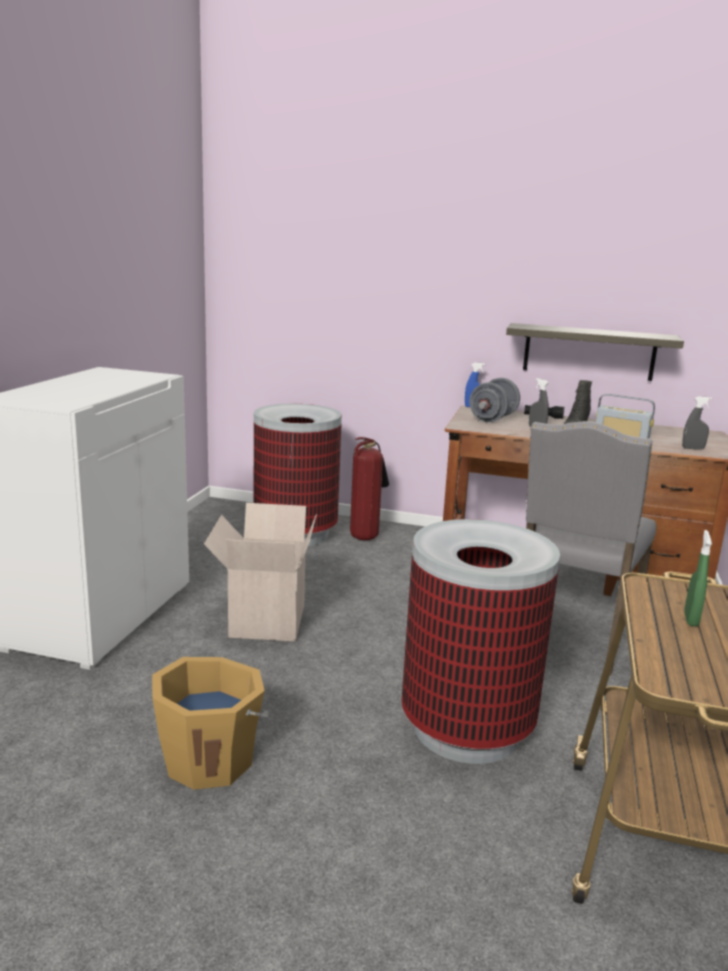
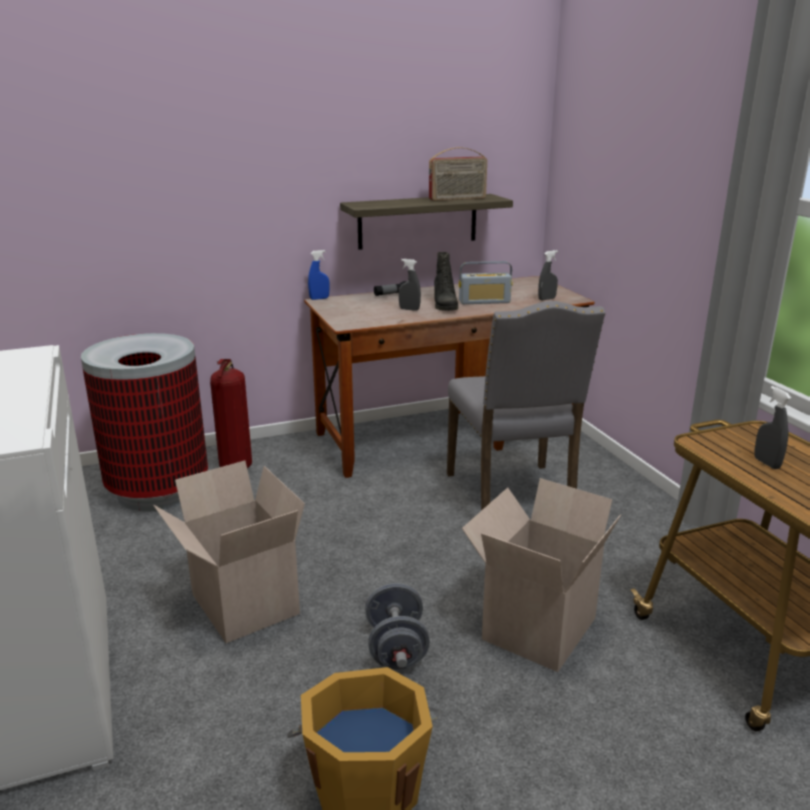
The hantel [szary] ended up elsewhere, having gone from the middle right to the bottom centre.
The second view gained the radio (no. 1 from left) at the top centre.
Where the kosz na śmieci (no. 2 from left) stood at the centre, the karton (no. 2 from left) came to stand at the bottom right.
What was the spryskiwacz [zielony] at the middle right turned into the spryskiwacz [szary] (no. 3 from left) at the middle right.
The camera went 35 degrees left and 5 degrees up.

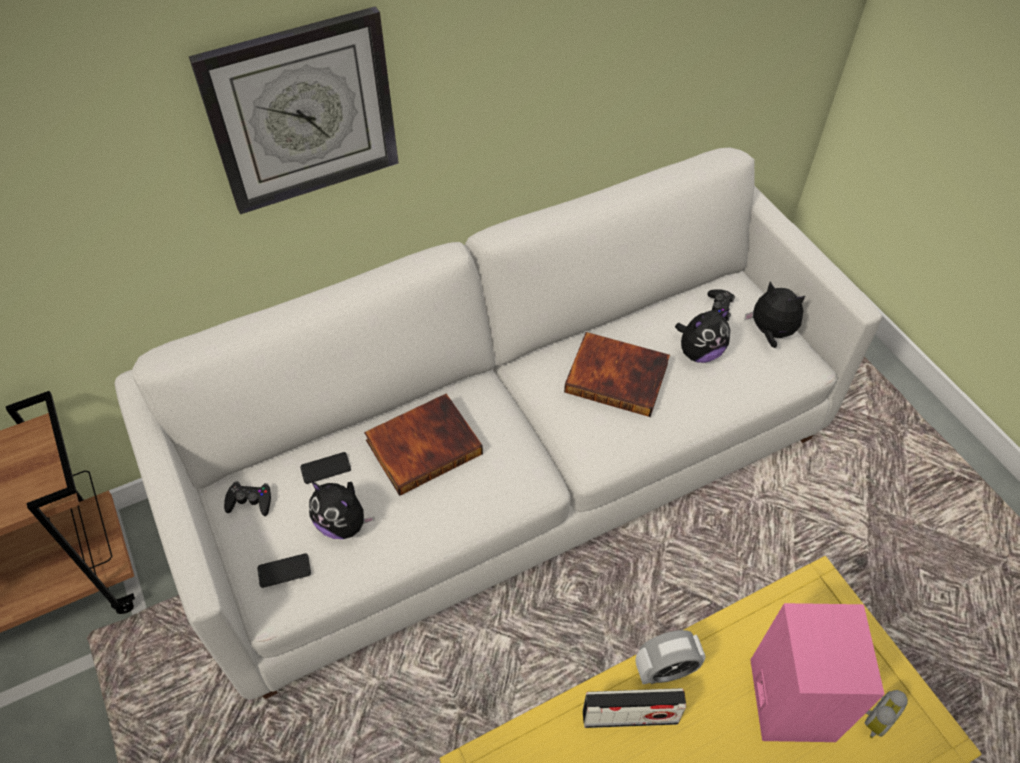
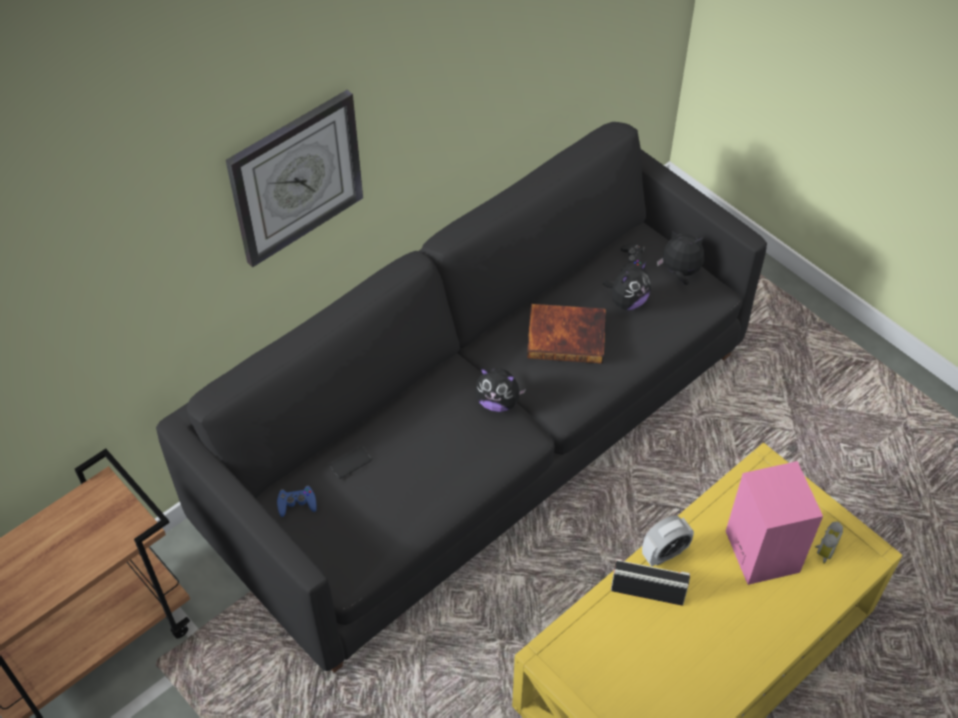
What was the kanapa [biały] at the centre turned into the kanapa [czarny] at the centre.
What was the pad do gier [czarny] (no. 1 from left) at the middle left turned into the pad do gier [niebieski] at the bottom left.
The pluszak (no. 1 from left) ended up elsewhere, having gone from the bottom centre to the centre.
The radio at the bottom centre ended up facing another way, 150 degrees counterclockwise from before.
The second view lost the telefon (no. 1 from left) at the bottom left.
The second view lost the książka (no. 1 from left) at the centre.
The camera went 15 degrees left and 0 degrees up.

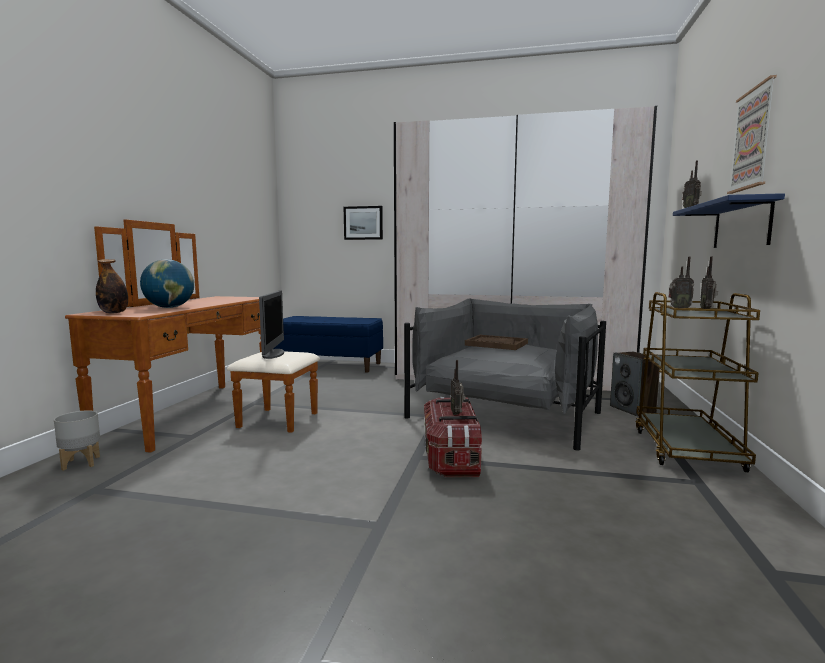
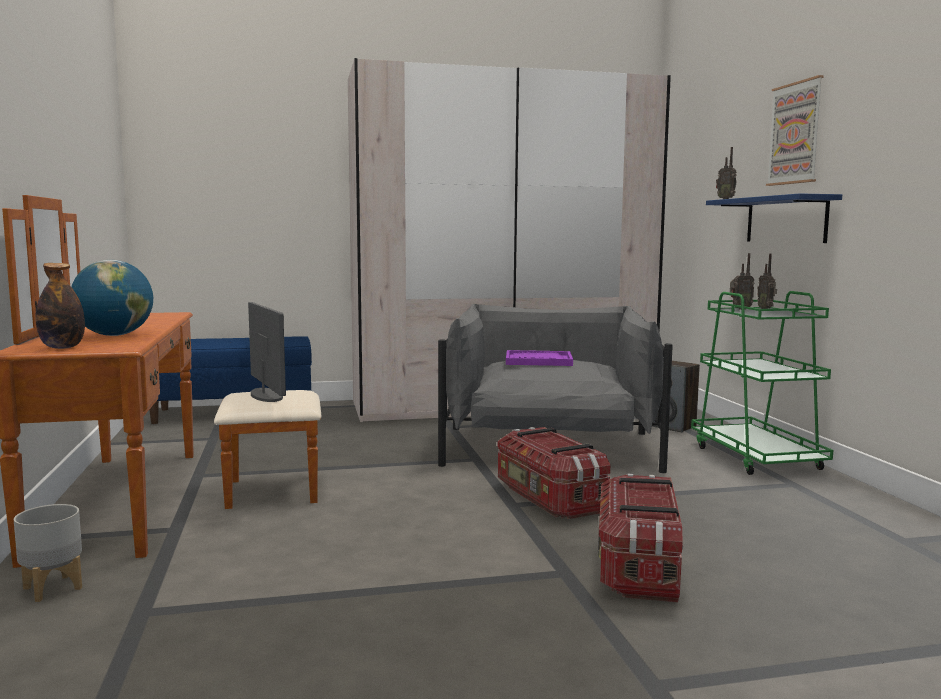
What was the taca [brązowy] at the centre turned into the taca [fioletowy] at the centre.
The second view gained the pojemnik do przechowywania (no. 2 from left) at the bottom right.
What was the wózek [brązowy] at the middle right turned into the wózek [zielony] at the middle right.
The second view lost the obraz (no. 1 from left) at the centre.
The second view lost the radio (no. 1 from left) at the centre.
The camera went 25 degrees left and 0 degrees up.

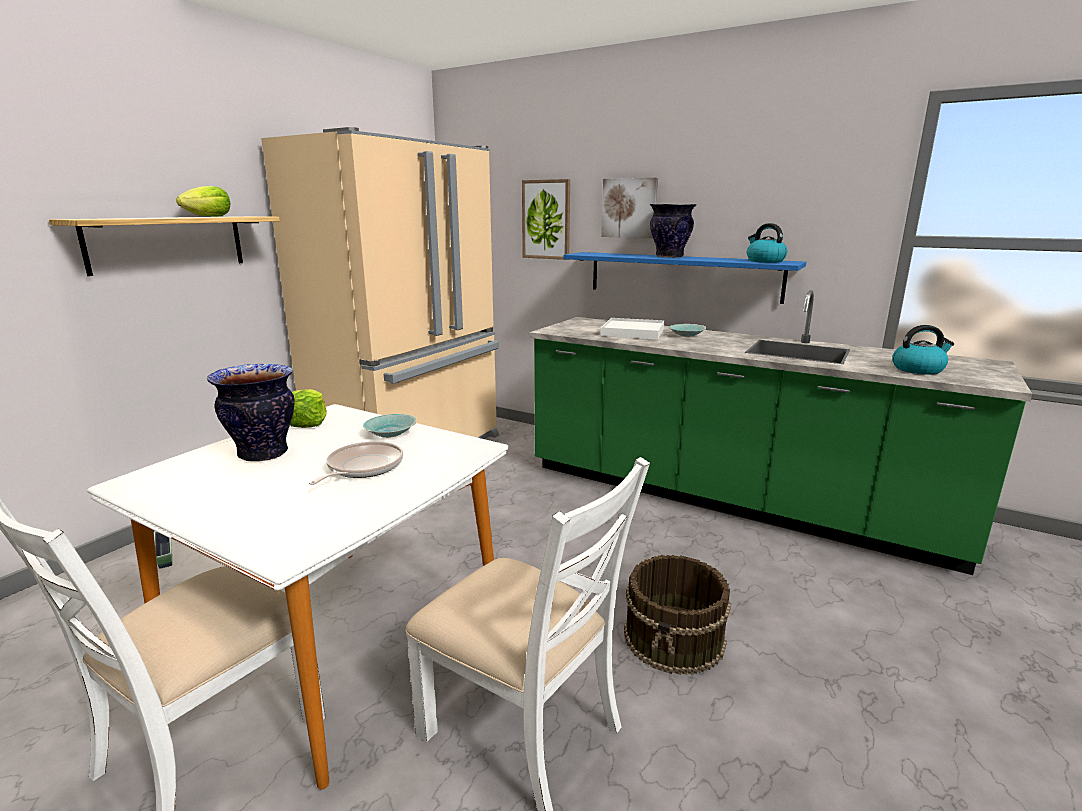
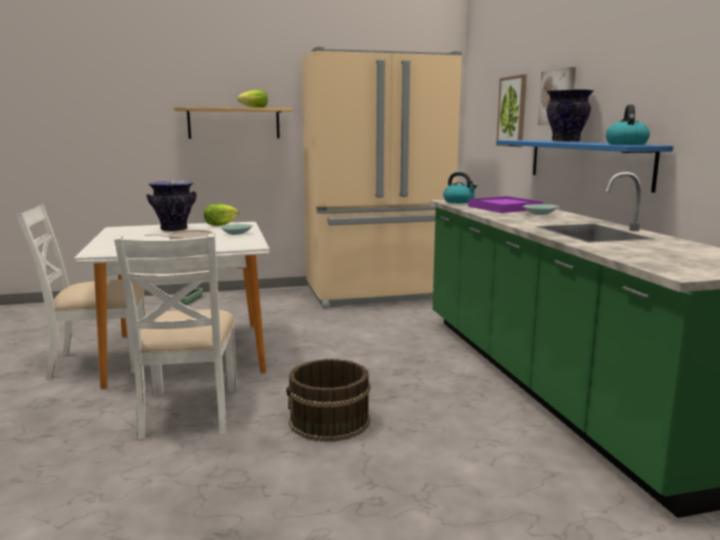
The czajnik (no. 2 from left in the first image) ended up elsewhere, having gone from the middle right to the centre.
What was the taca [biały] at the centre turned into the taca [fioletowy] at the middle right.
The camera went 45 degrees right and 5 degrees down.

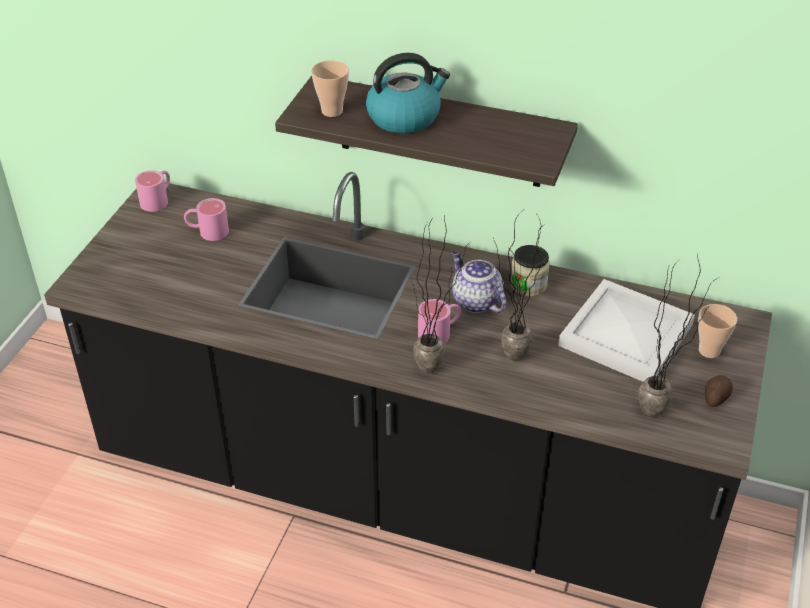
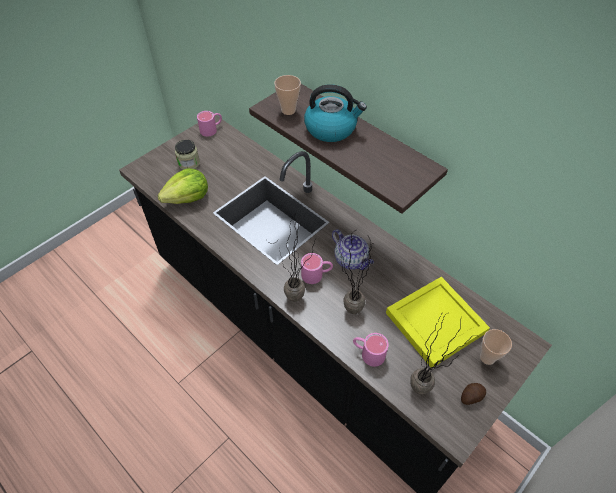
The second view gained the sałata at the middle left.
The słoik ended up elsewhere, having gone from the centre to the top left.
The imbryk at the centre ended up facing another way, 150 degrees clockwise from before.
The kubek [różowy] (no. 2 from left in the first image) ended up elsewhere, having gone from the middle left to the bottom centre.
What was the taca [biały] at the middle right turned into the taca [żółty] at the middle right.
The camera went 25 degrees right and 10 degrees up.

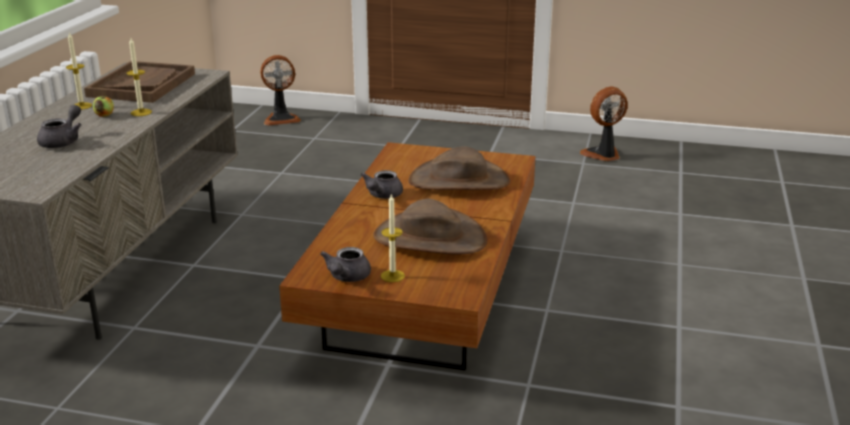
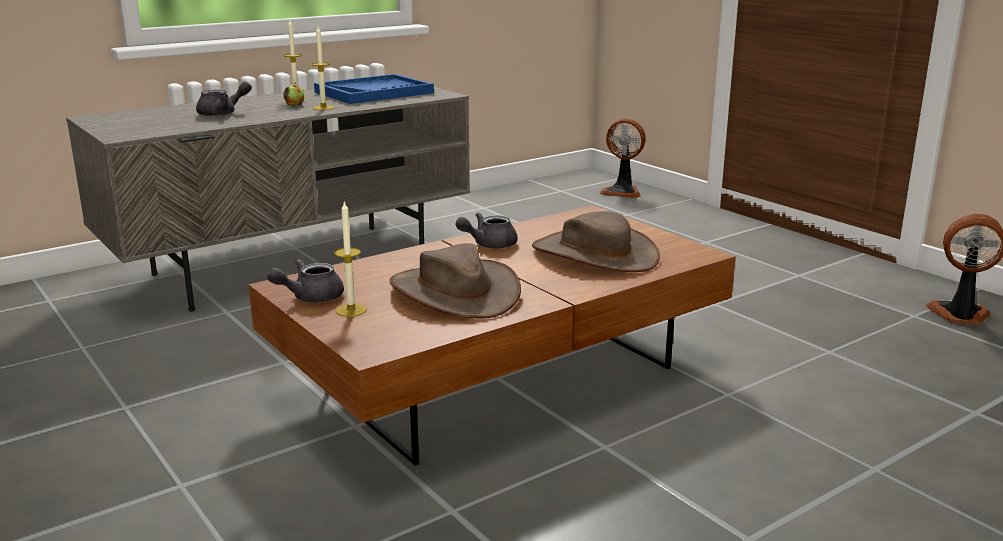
What was the taca [brązowy] at the top left turned into the taca [niebieski] at the top centre.
The camera went 40 degrees right and 5 degrees down.

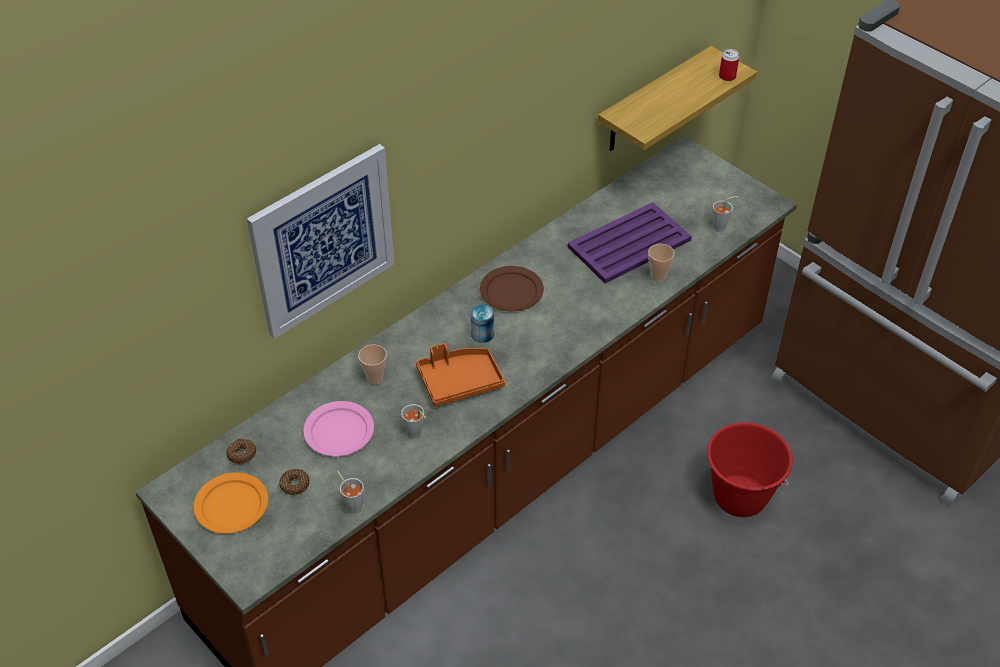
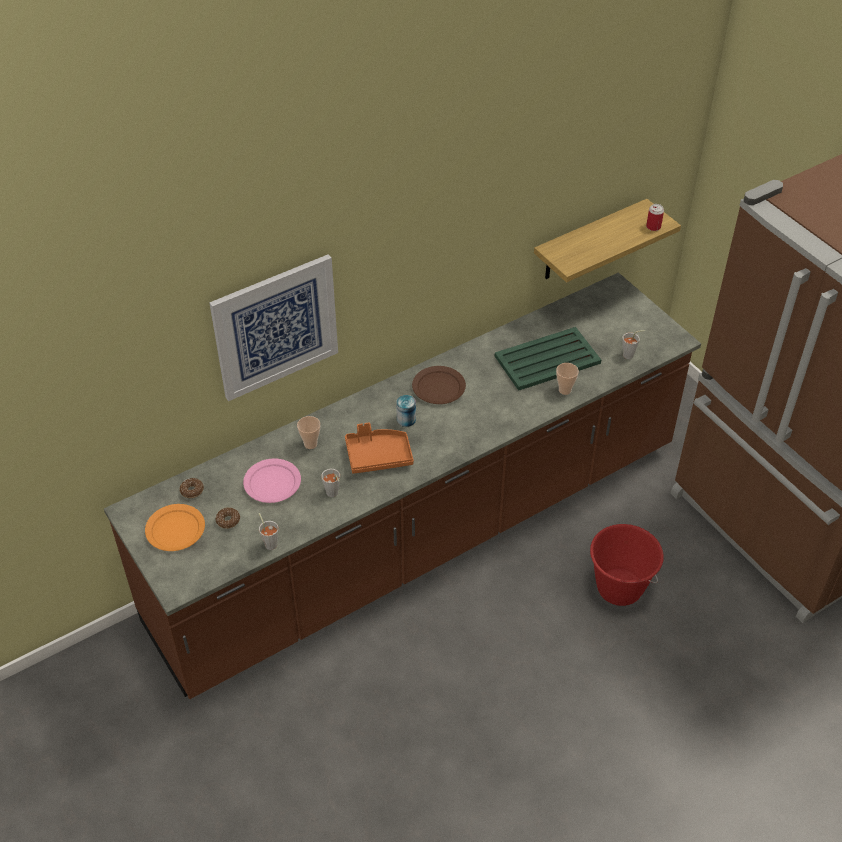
What was the taca [fioletowy] at the centre turned into the taca [zielony] at the centre.
The camera went 10 degrees right and 0 degrees up.

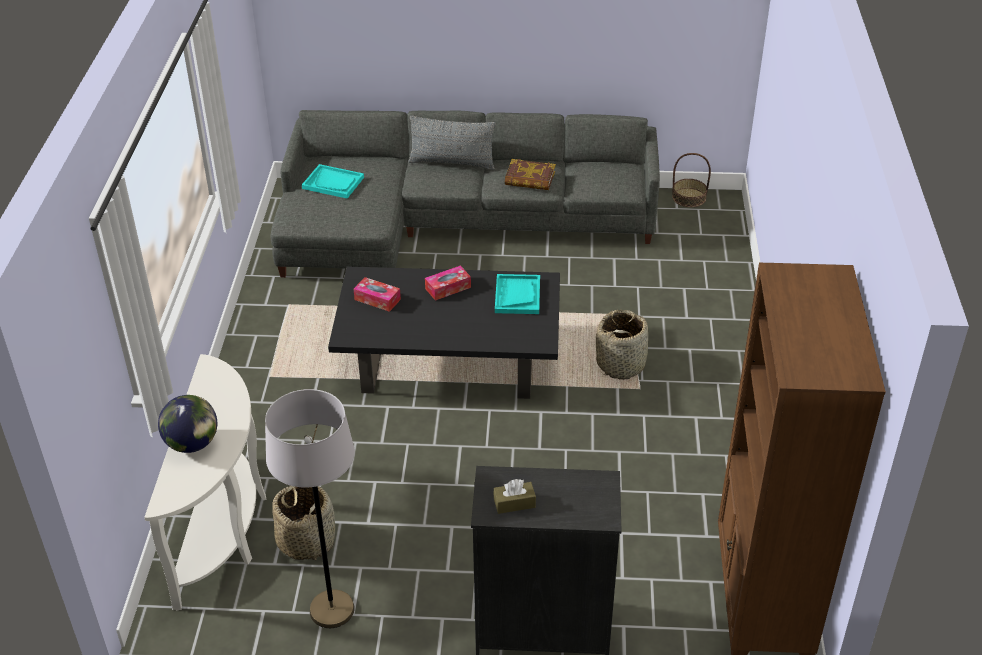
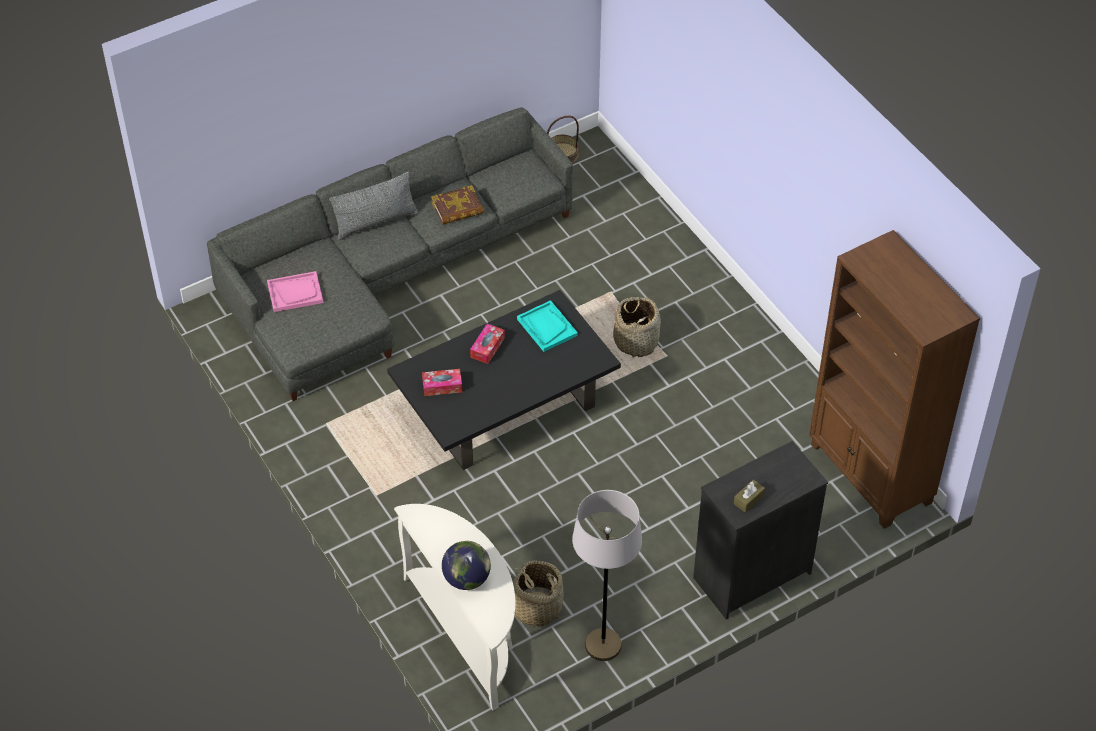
What was the taca [turkusowy] (no. 1 from left) at the top centre turned into the taca [różowy] at the middle left.
The camera went 35 degrees left and 10 degrees up.

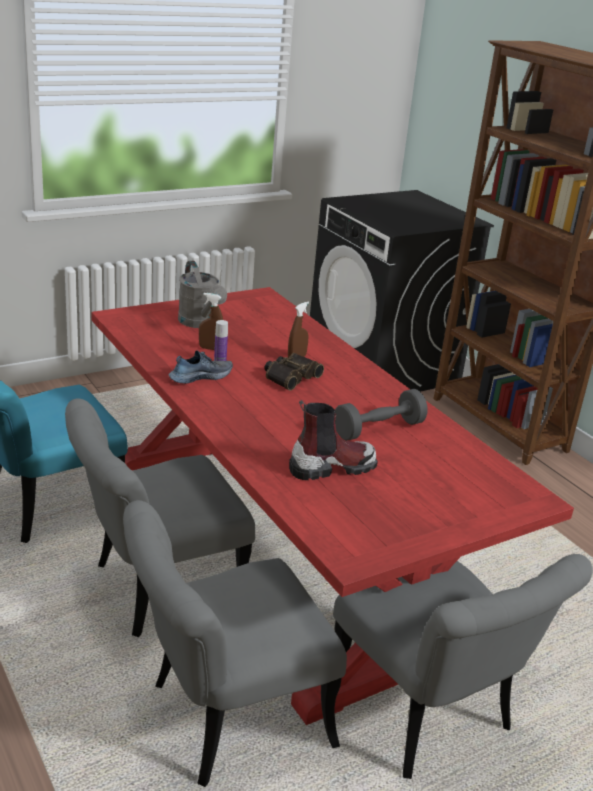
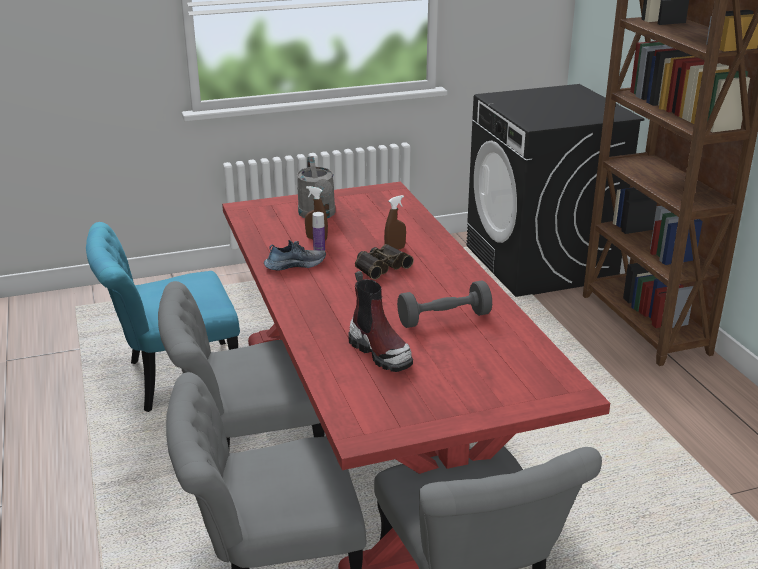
The but z cholewką at the centre ended up facing another way, 60 degrees clockwise from before.
The camera went 15 degrees right and 0 degrees up.

